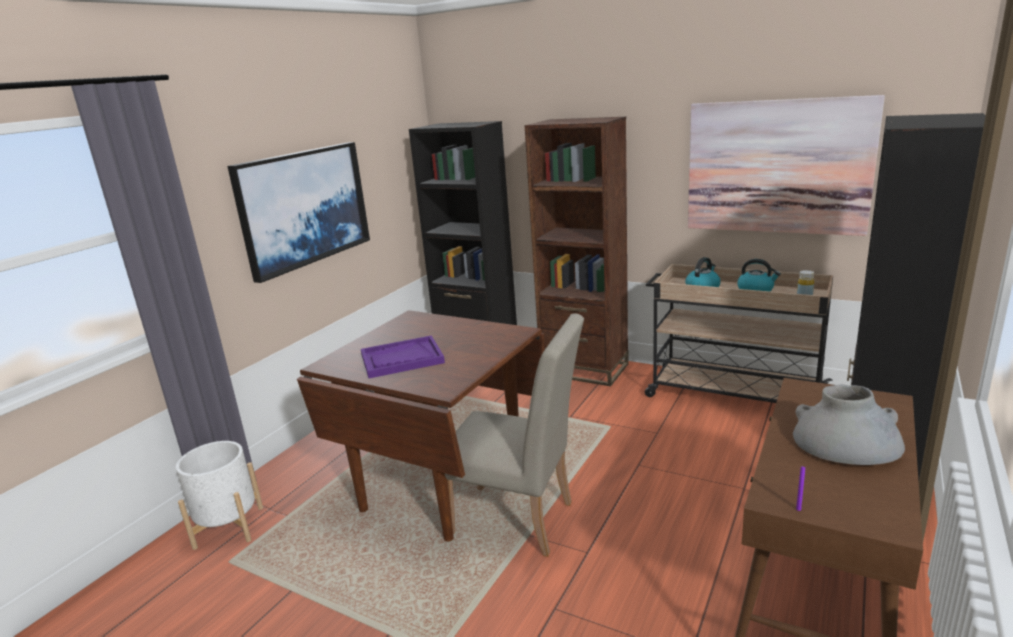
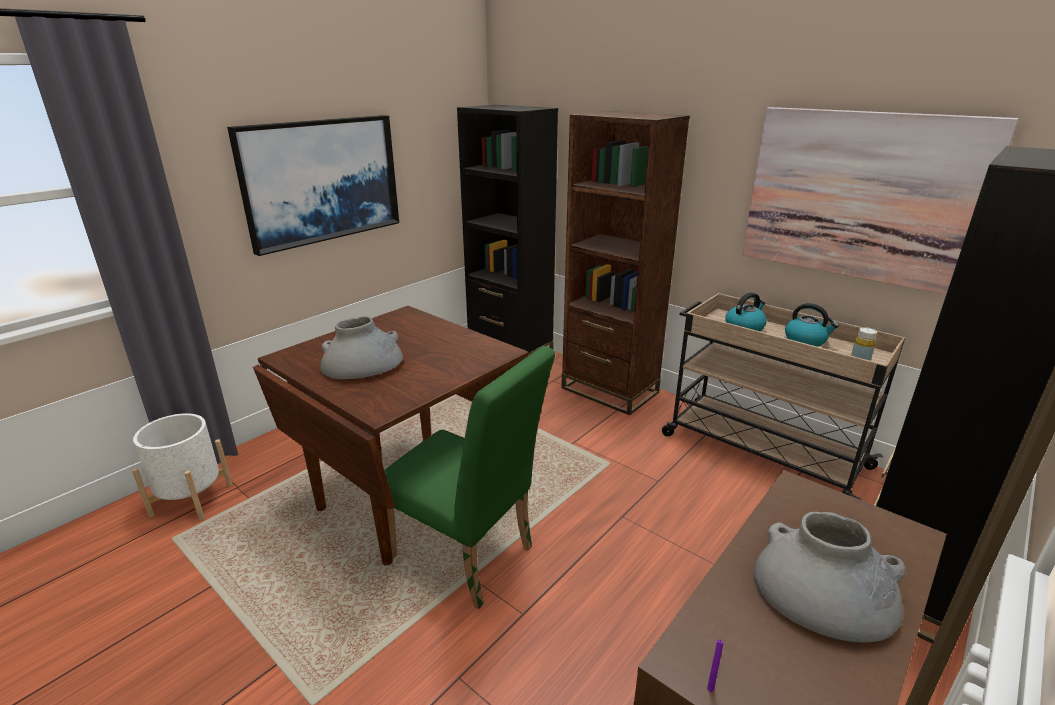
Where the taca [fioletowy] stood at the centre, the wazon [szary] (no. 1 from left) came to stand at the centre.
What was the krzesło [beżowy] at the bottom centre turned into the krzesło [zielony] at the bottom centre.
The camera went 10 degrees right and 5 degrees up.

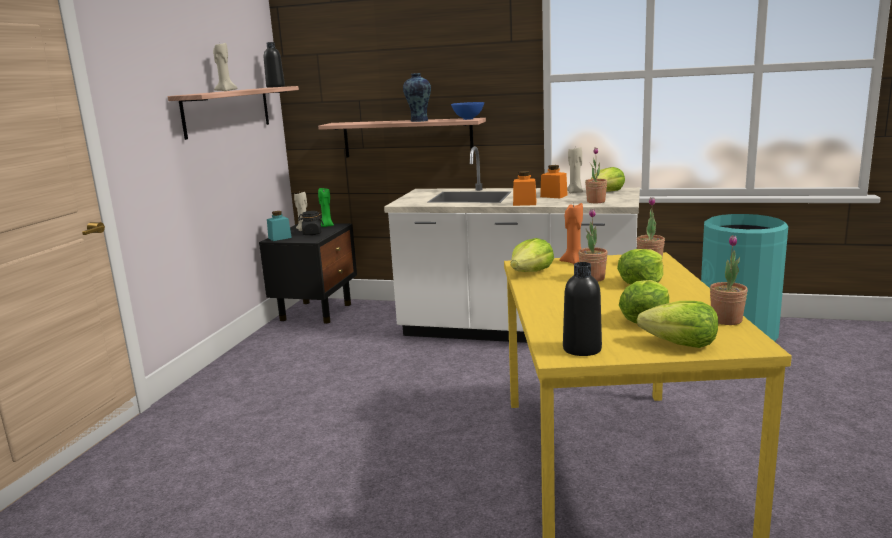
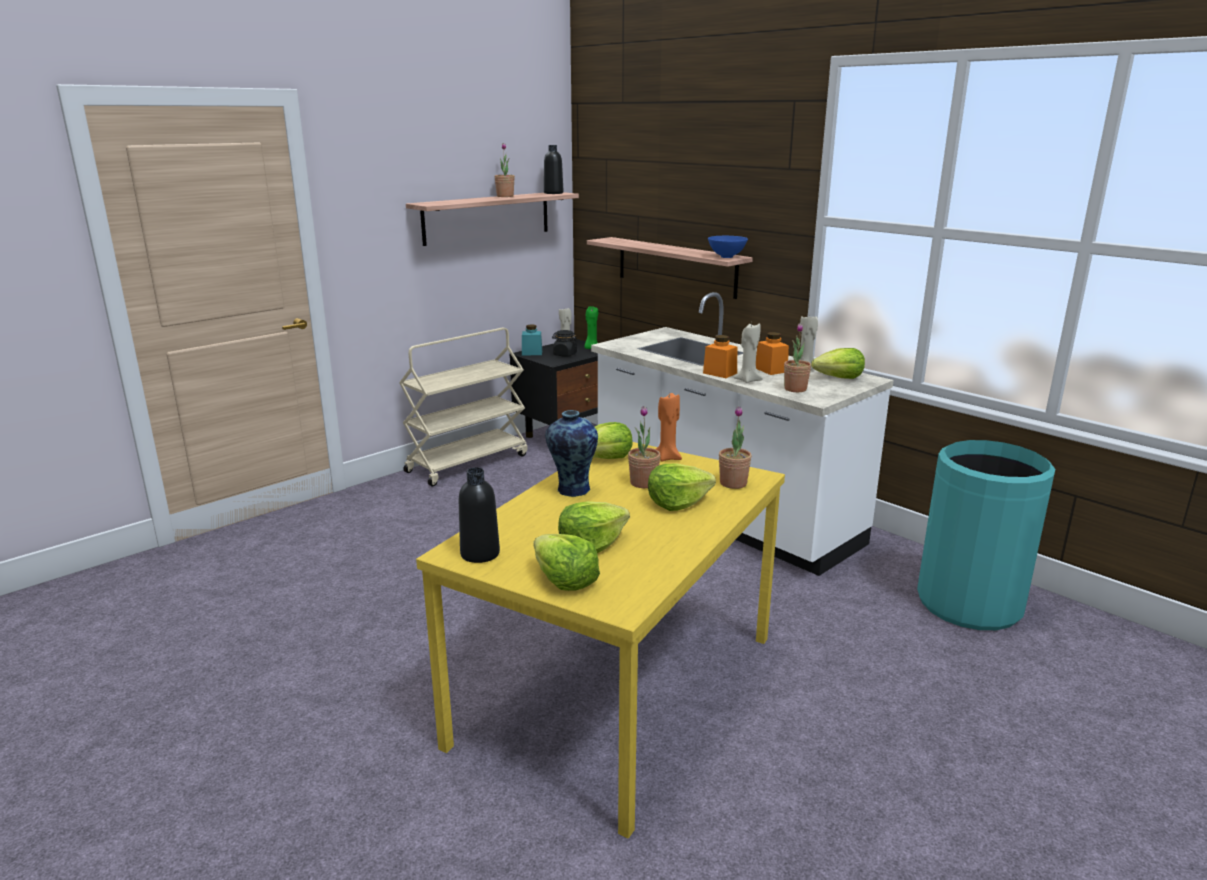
The second view gained the wózek [beżowy] at the centre.
The roślina doniczkowa (no. 4 from left in the first image) ended up elsewhere, having gone from the middle right to the top centre.
The wazon ended up elsewhere, having gone from the top centre to the centre.
The świeca [beżowy] (no. 1 from left in the first image) ended up elsewhere, having gone from the top left to the centre.
The camera went 30 degrees right and 5 degrees up.

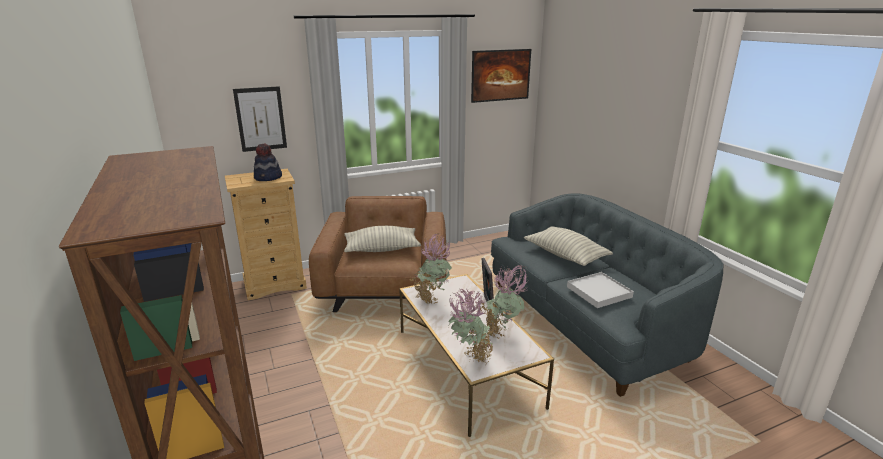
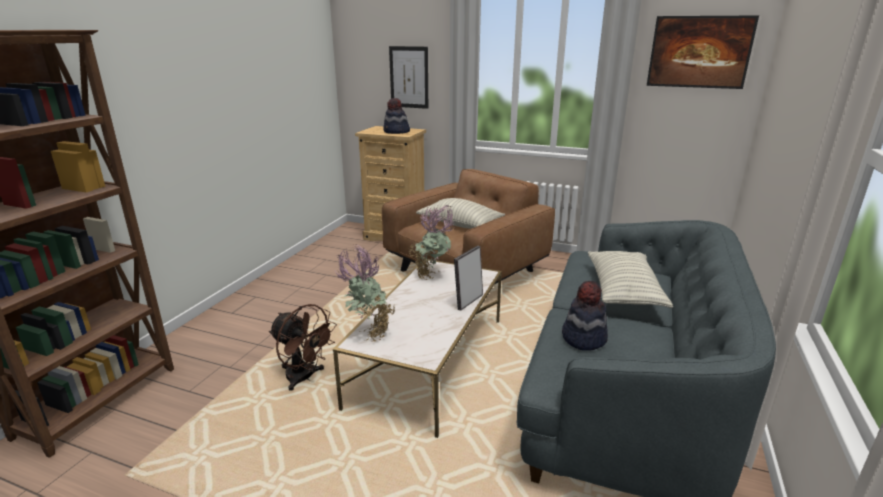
The second view gained the wentylator [brązowy] at the bottom centre.
Where the taca [biały] stood at the middle right, the kapelusz (no. 2 from left) came to stand at the centre.
The second view lost the roślina doniczkowa (no. 3 from left) at the centre.
The camera went 45 degrees right and 0 degrees up.

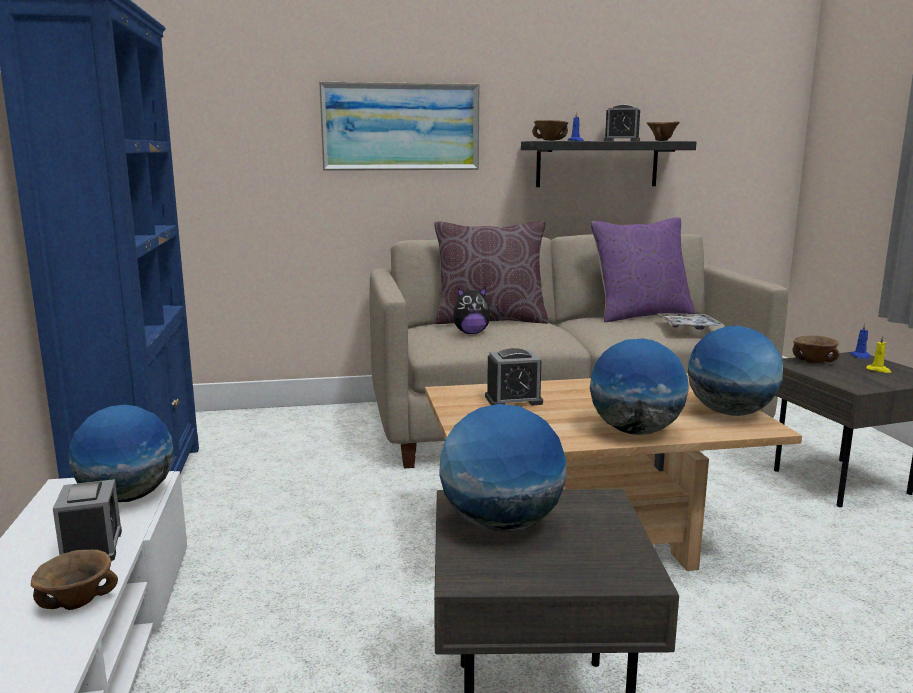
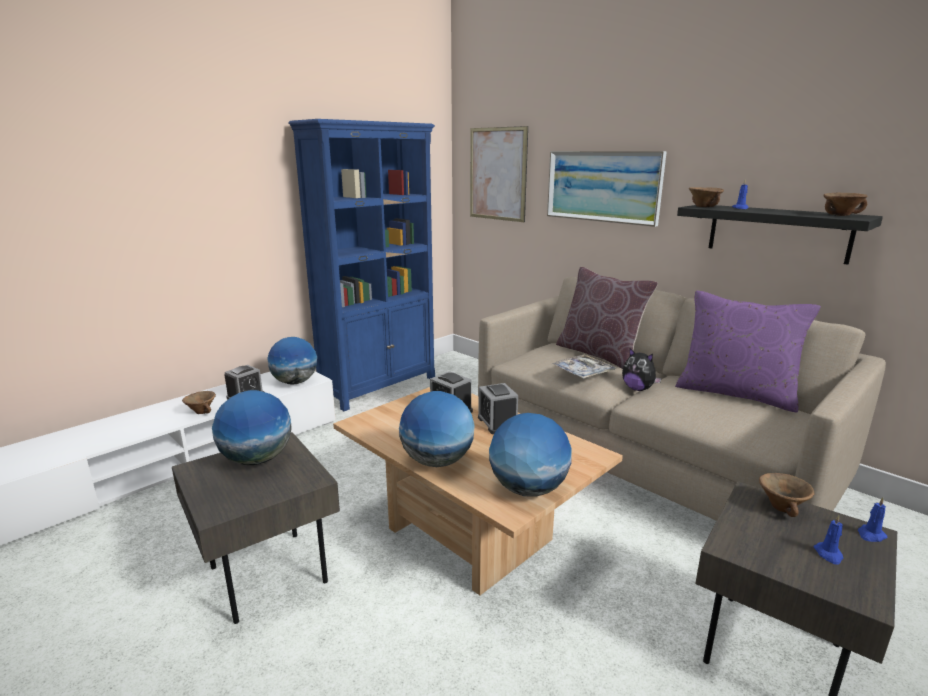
The second view gained the obraz (no. 1 from left) at the top centre.
The budzik (no. 3 from left) ended up elsewhere, having gone from the top right to the centre.
The taca ended up elsewhere, having gone from the middle right to the centre.
The pluszak ended up elsewhere, having gone from the centre to the middle right.
What was the świeca [żółty] at the middle right turned into the świeca [niebieski] (no. 2 from left) at the bottom right.
The camera went 55 degrees right and 5 degrees up.

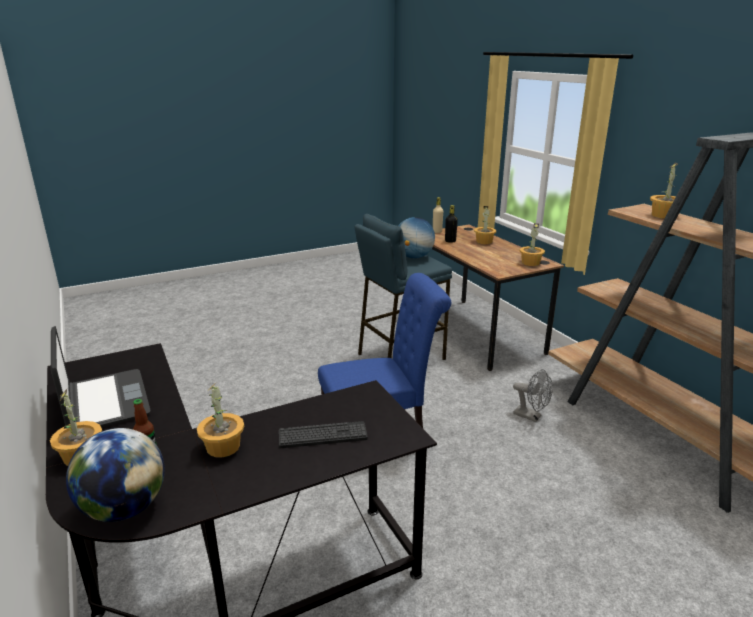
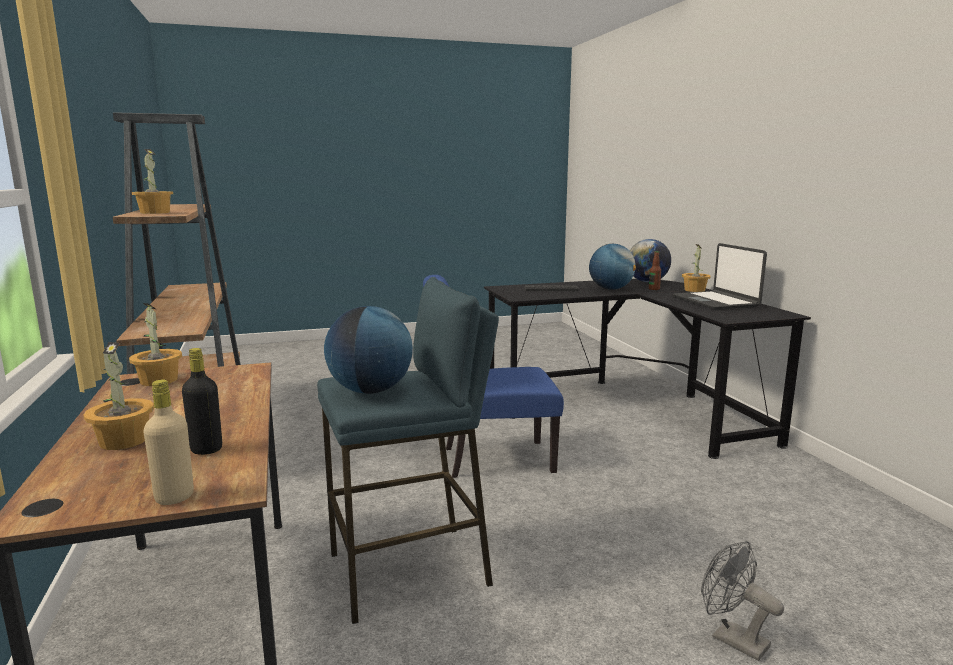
Where the roślina doniczkowa (no. 2 from left) stood at the bottom left, the globus (no. 2 from left) came to stand at the centre.
The wentylator [szary] ended up elsewhere, having gone from the middle right to the bottom right.
The camera went 170 degrees left and 10 degrees down.

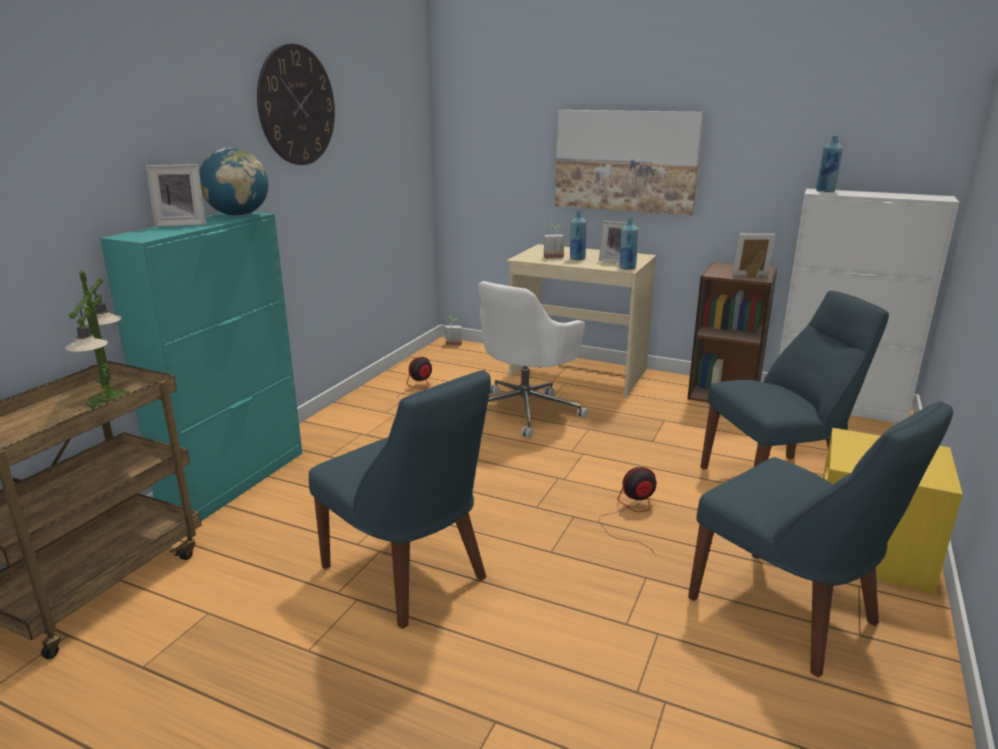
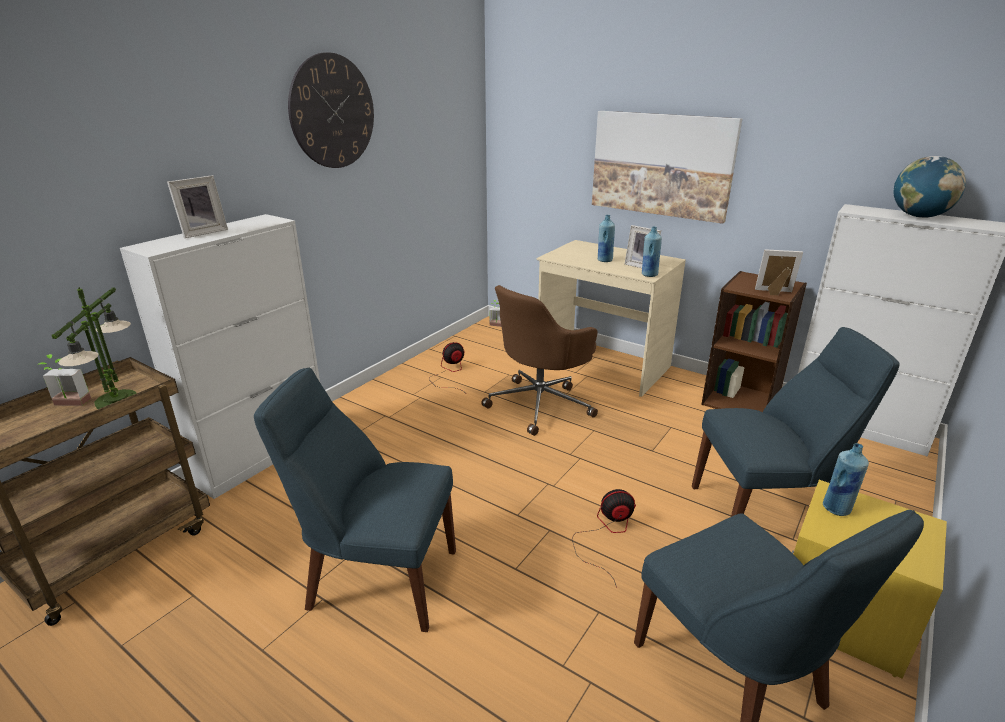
The roślina doniczkowa (no. 2 from left in the first image) ended up elsewhere, having gone from the top centre to the middle left.
What was the szafka [turkusowy] at the middle left turned into the szafka [biały] (no. 1 from left) at the middle left.
The ramka na zdjęcie (no. 1 from left) at the top left ended up facing another way, 45 degrees counterclockwise from before.
The krzesło [niebieski] (no. 1 from left) at the centre ended up facing another way, 135 degrees clockwise from before.
What was the krzesło biurowe [biały] at the centre turned into the krzesło biurowe [brązowy] at the centre.
The butelka [niebieski] (no. 3 from left) ended up elsewhere, having gone from the top right to the middle right.
The globus ended up elsewhere, having gone from the top left to the top right.
The camera went 10 degrees right and 5 degrees up.

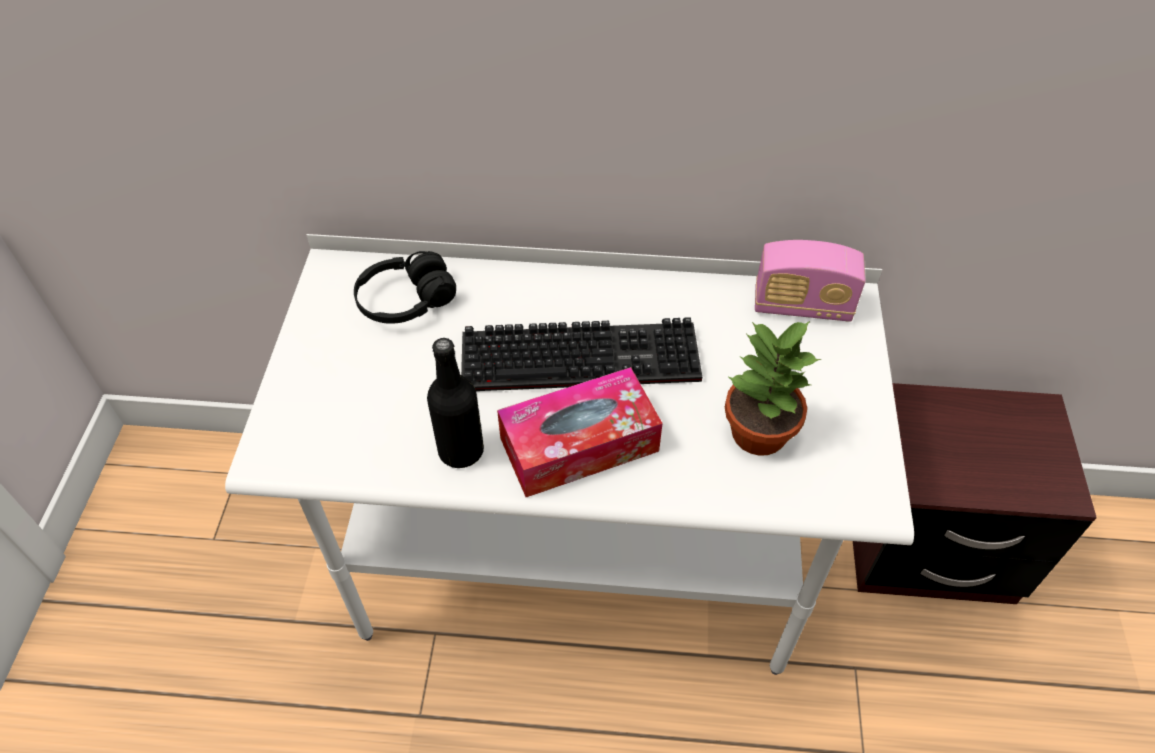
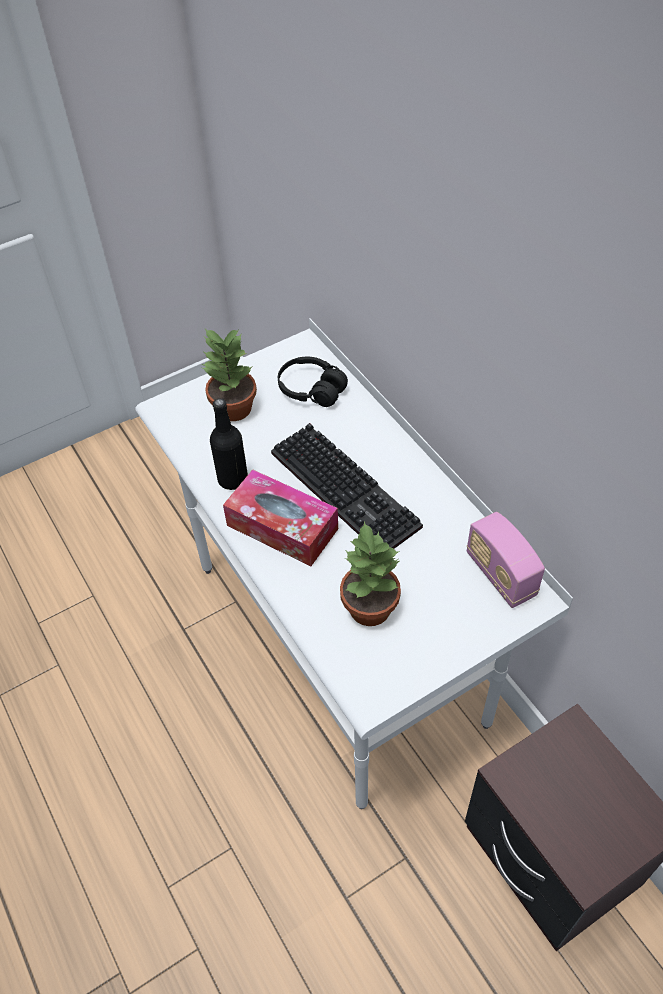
The second view gained the roślina doniczkowa (no. 1 from left) at the centre.
The camera went 55 degrees right and 0 degrees up.

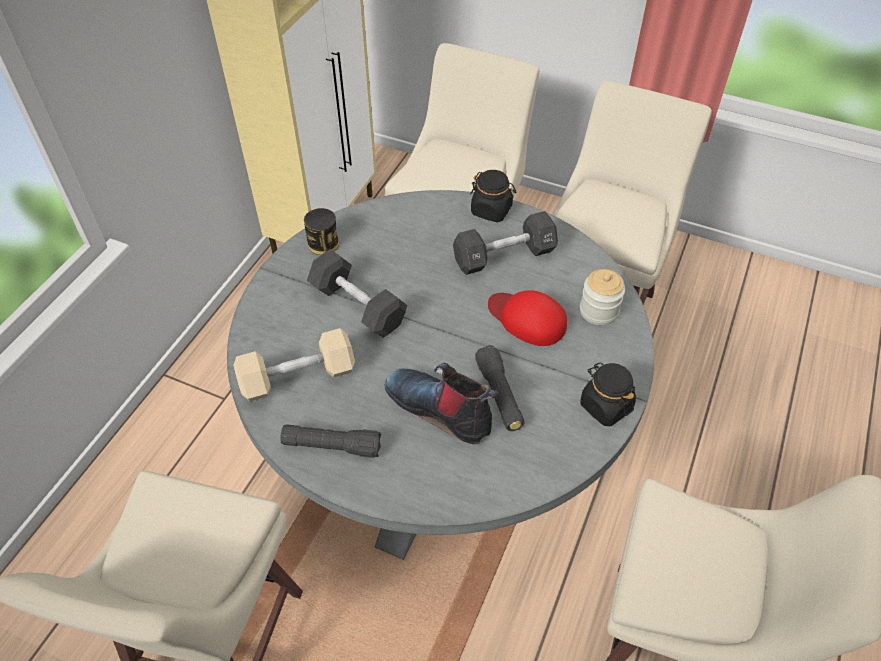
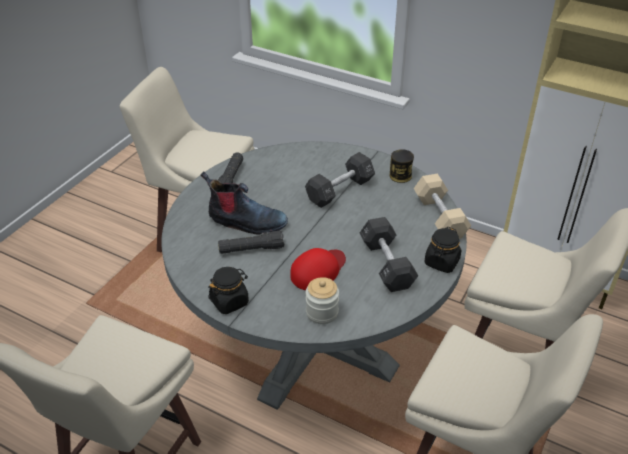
The but z cholewką at the centre ended up facing another way, 60 degrees clockwise from before.
The hantel [beżowy] ended up elsewhere, having gone from the centre to the middle right.
The camera went 95 degrees right and 10 degrees down.

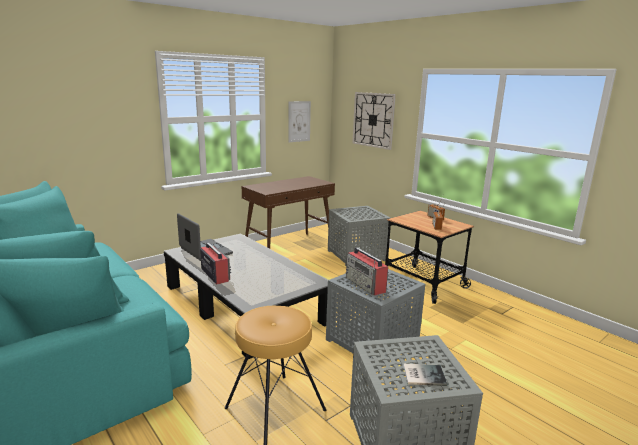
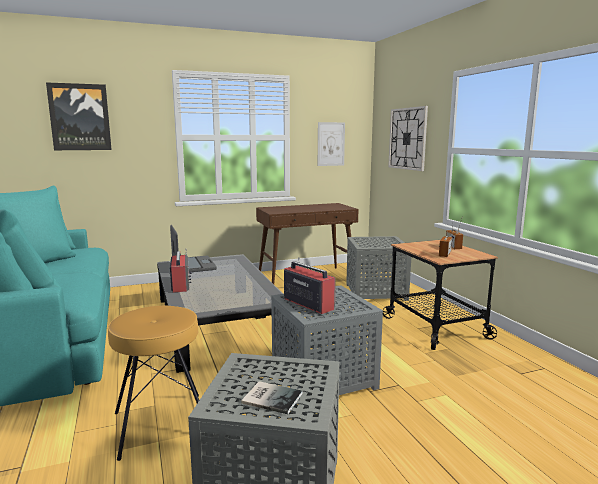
The second view gained the obraz (no. 1 from left) at the top left.
The radio (no. 2 from left) at the centre ended up facing another way, 150 degrees clockwise from before.
The camera went 20 degrees right and 5 degrees down.

